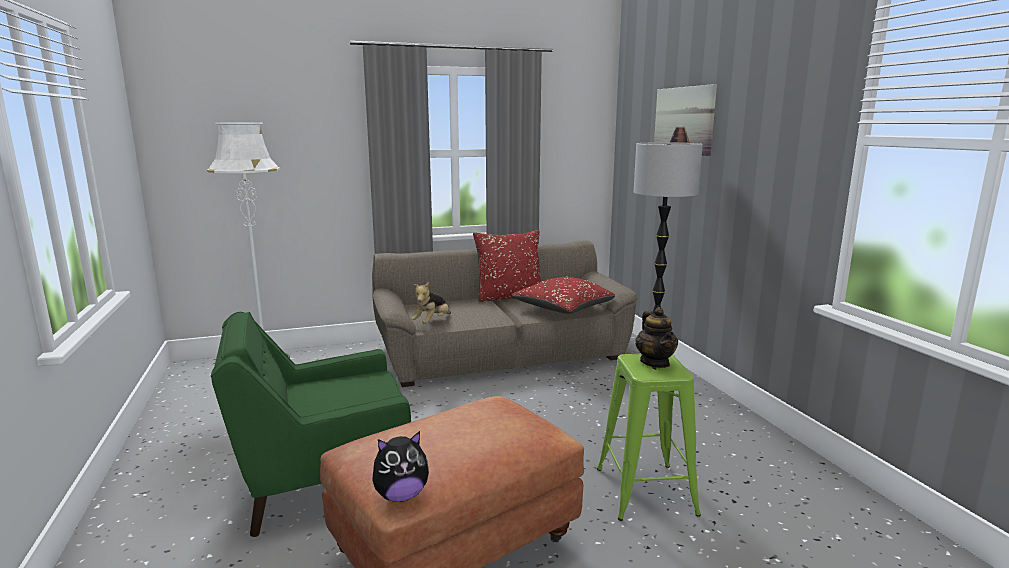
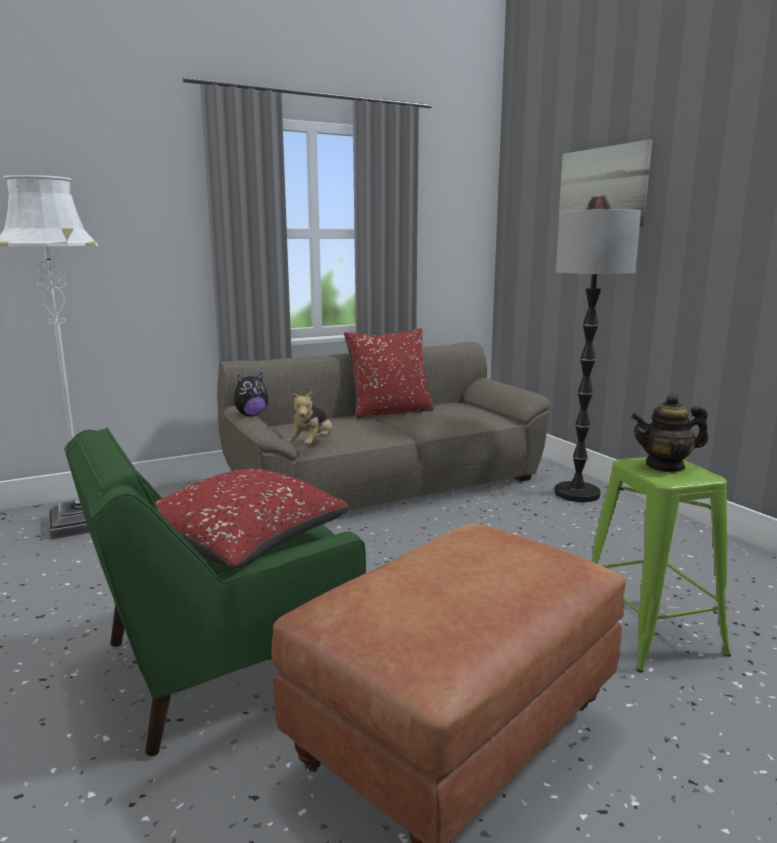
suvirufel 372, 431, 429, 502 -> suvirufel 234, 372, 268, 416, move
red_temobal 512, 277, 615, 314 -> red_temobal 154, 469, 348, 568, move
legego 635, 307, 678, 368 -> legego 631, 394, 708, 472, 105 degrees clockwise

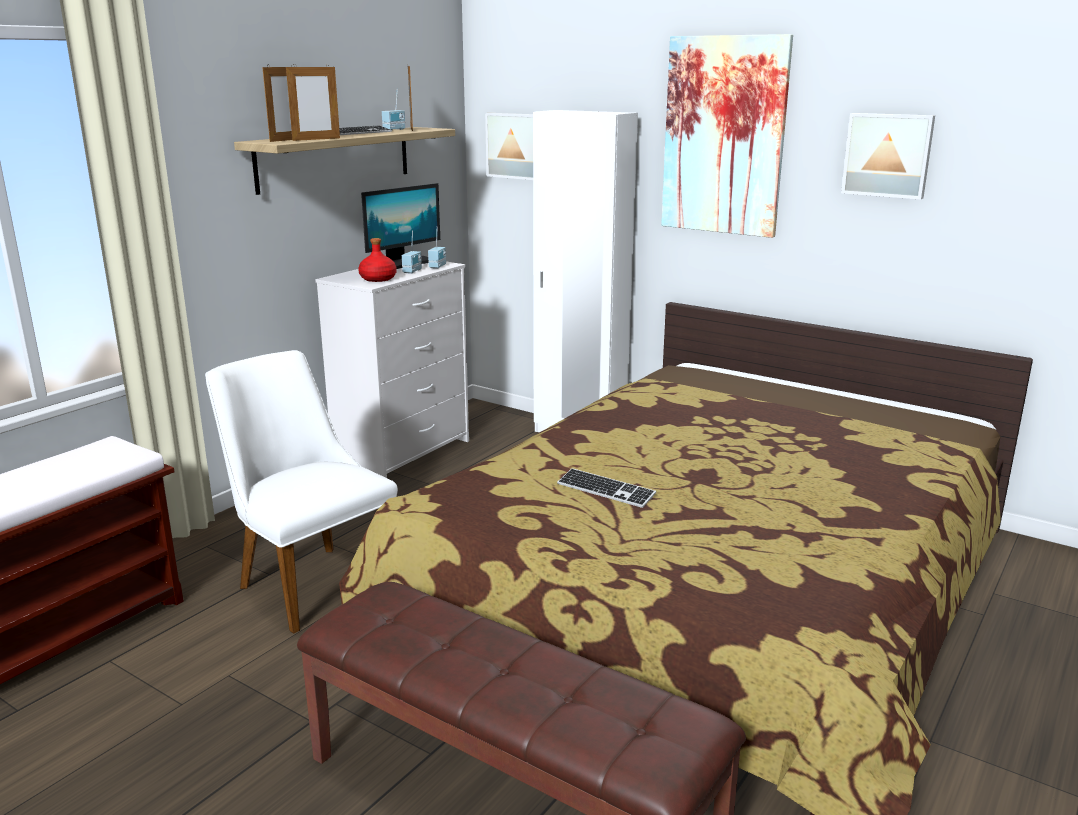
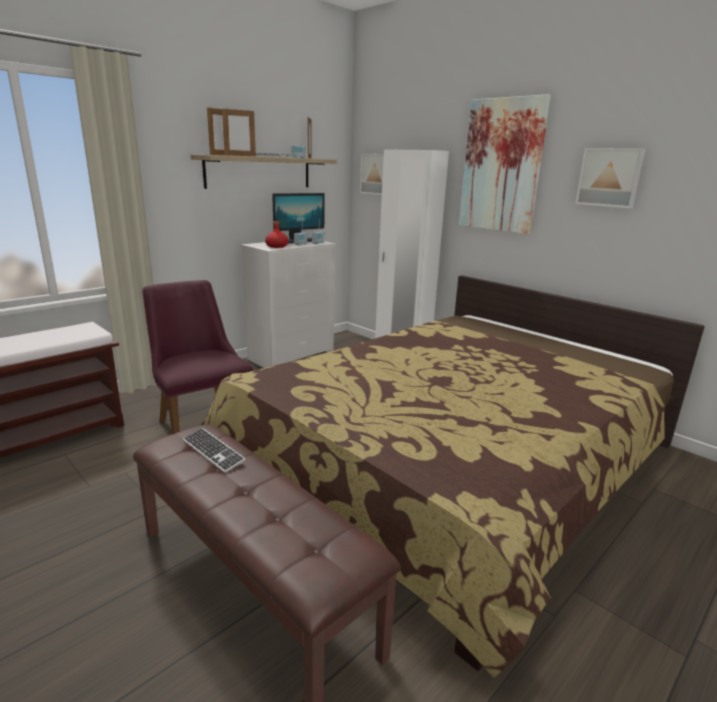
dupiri 557, 468, 656, 508 -> dupiri 183, 428, 246, 473, move
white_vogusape 205, 350, 398, 634 -> purple_vogusape 142, 280, 253, 434

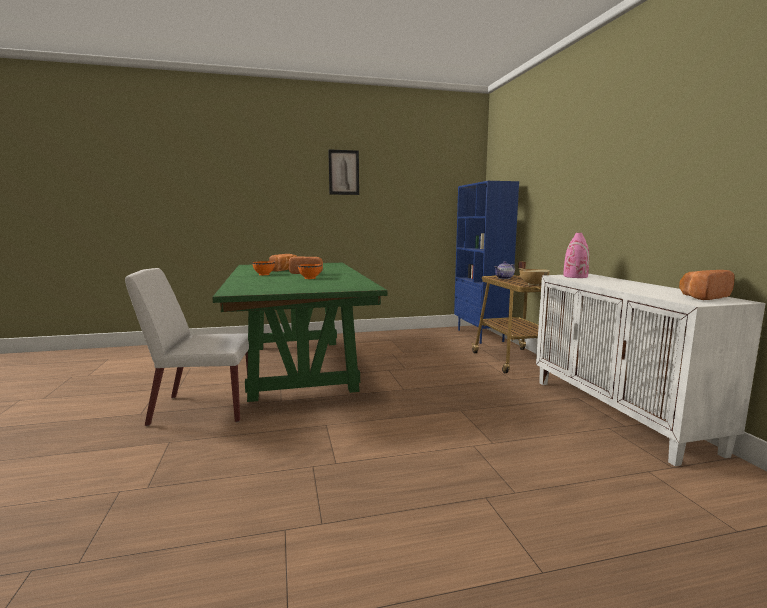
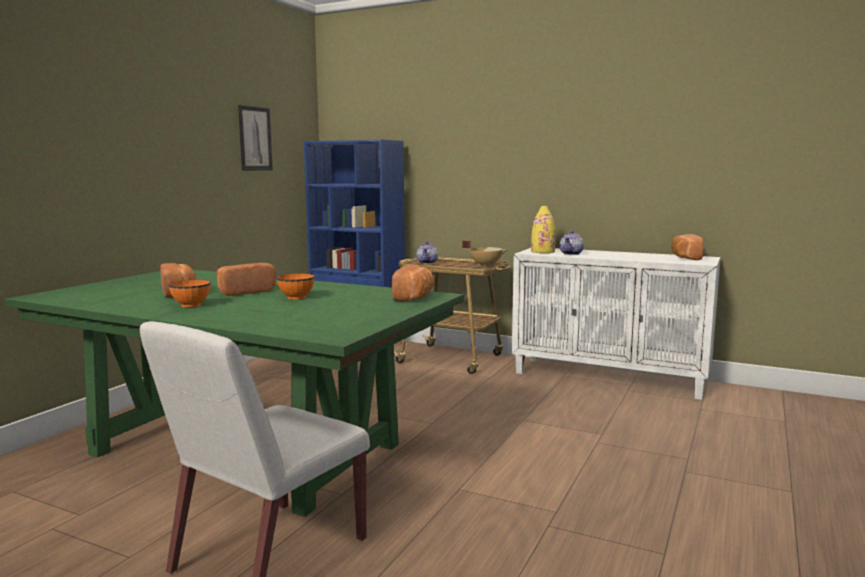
none -> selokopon 392, 265, 434, 301
none -> legego 560, 231, 584, 255
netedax 328, 149, 359, 195 -> netedax 238, 105, 273, 171, move
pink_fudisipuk 563, 233, 589, 278 -> yellow_fudisipuk 531, 206, 555, 253

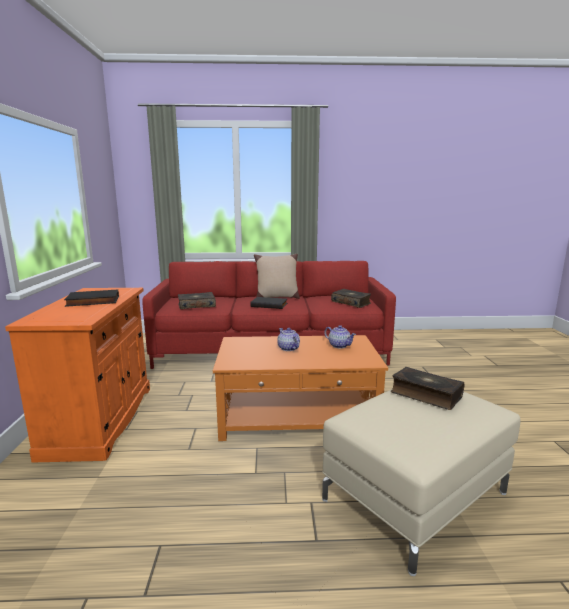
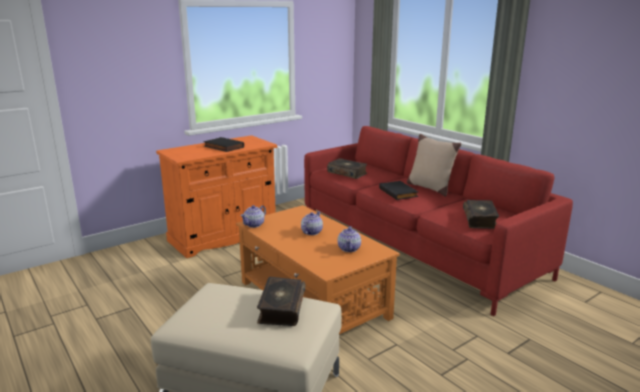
none -> legego 240, 205, 266, 228

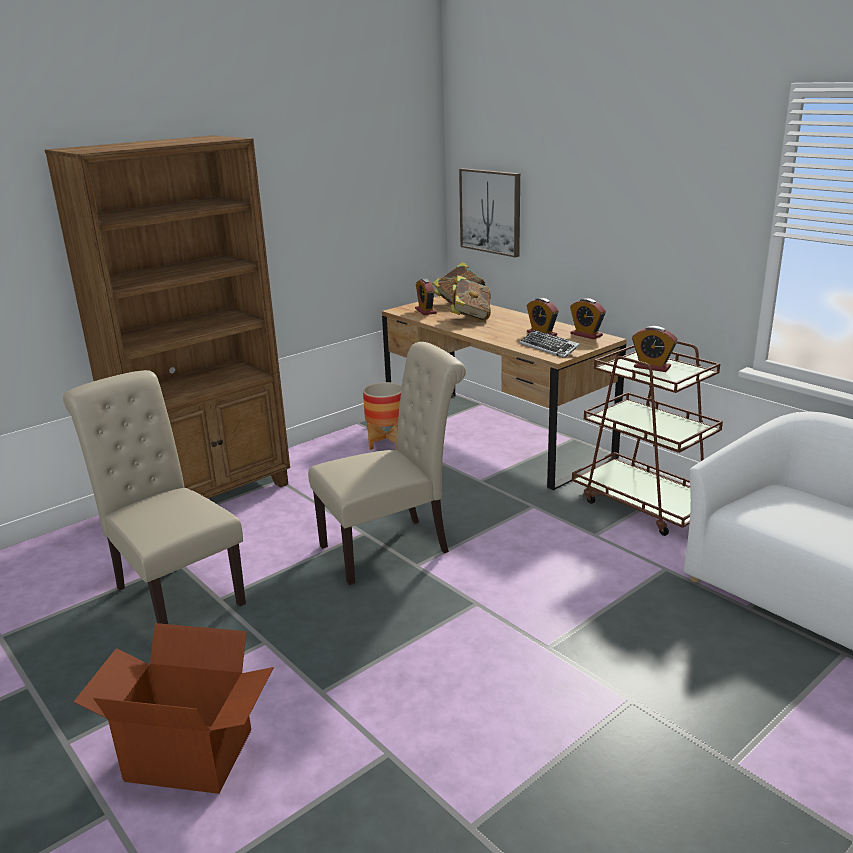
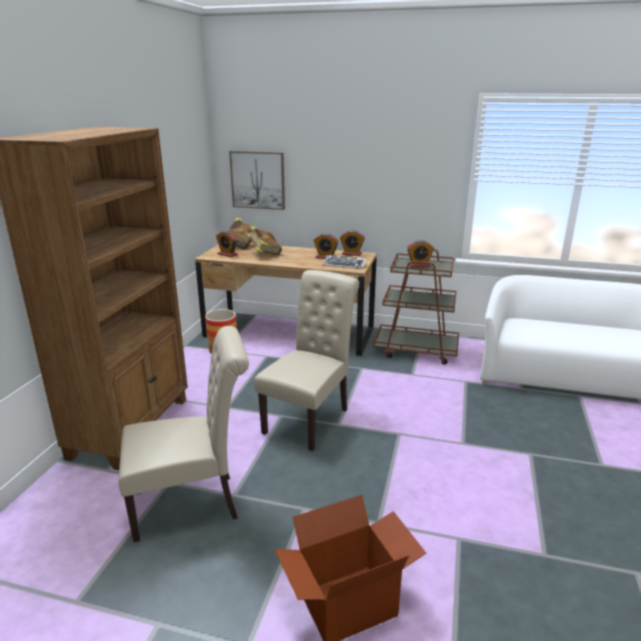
beige_vogusape 63, 370, 246, 624 -> beige_vogusape 119, 326, 249, 542, 150 degrees clockwise

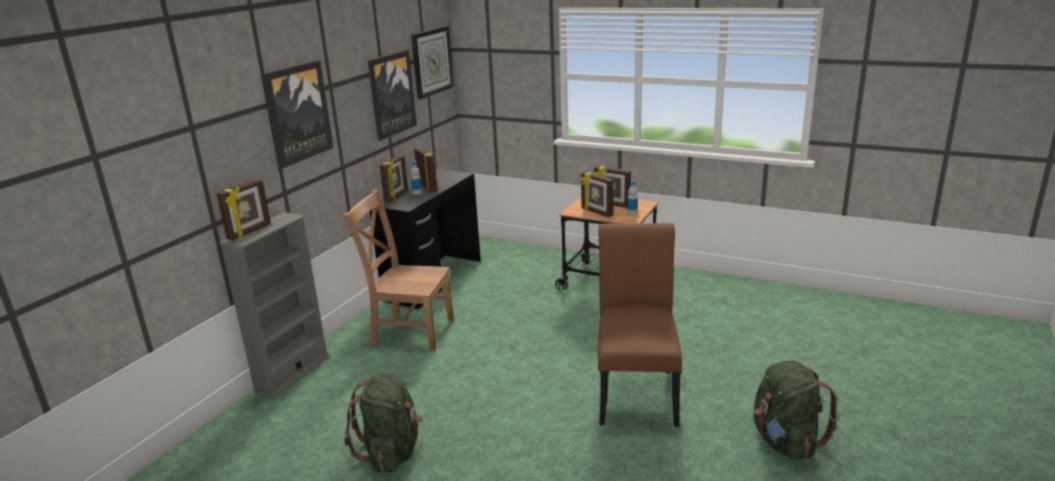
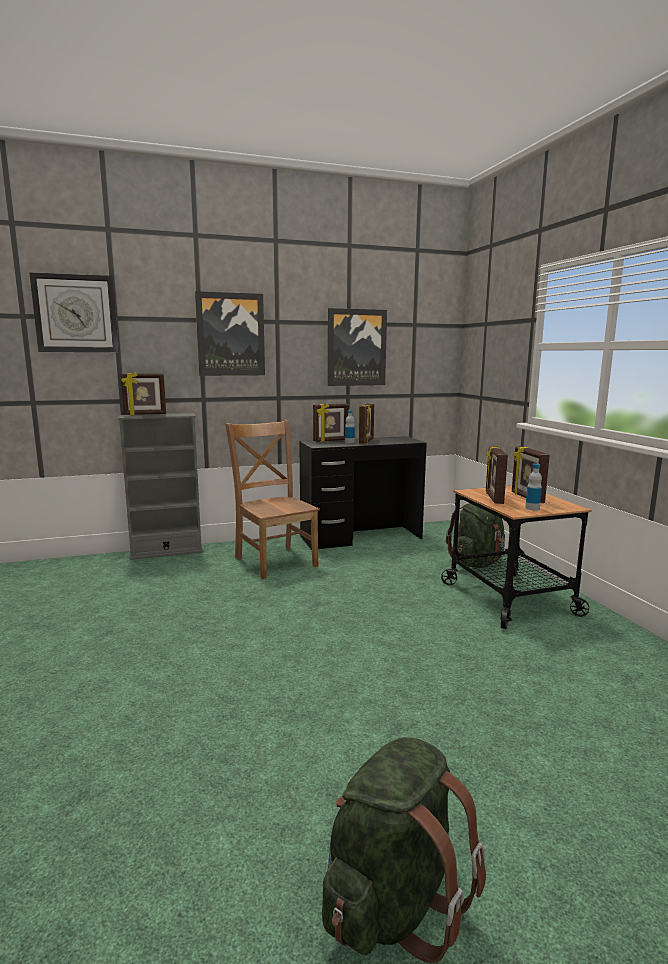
brown_vogusape 598, 223, 682, 427 -> none
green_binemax 344, 374, 423, 473 -> green_binemax 446, 503, 505, 568, move
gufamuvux 411, 26, 454, 99 -> gufamuvux 29, 272, 119, 352, move

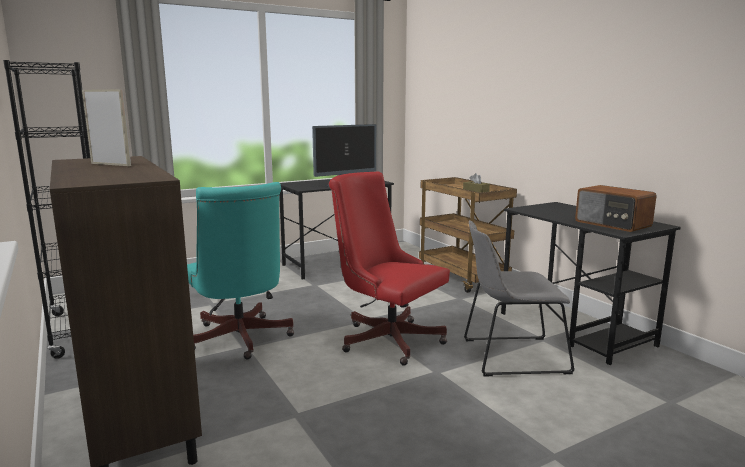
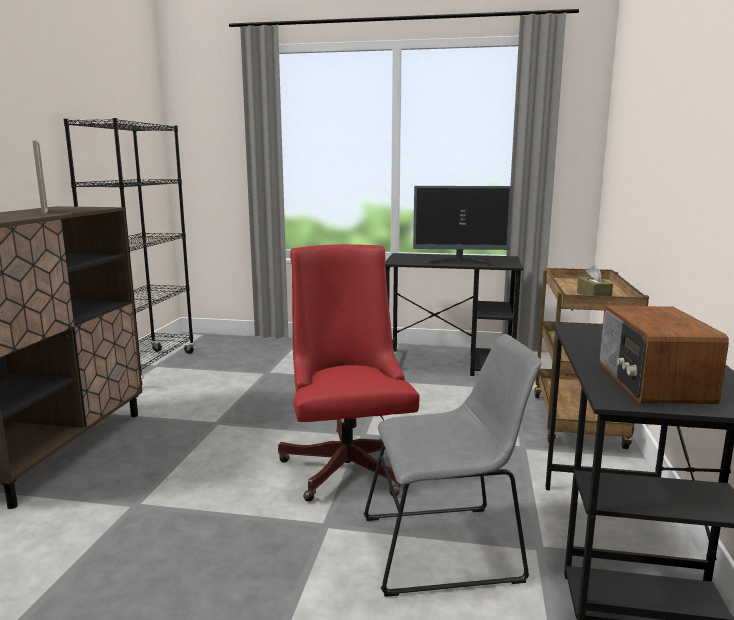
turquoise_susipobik 187, 182, 294, 360 -> none
grey_vogusape 464, 220, 575, 377 -> grey_vogusape 364, 334, 542, 597, 135 degrees clockwise

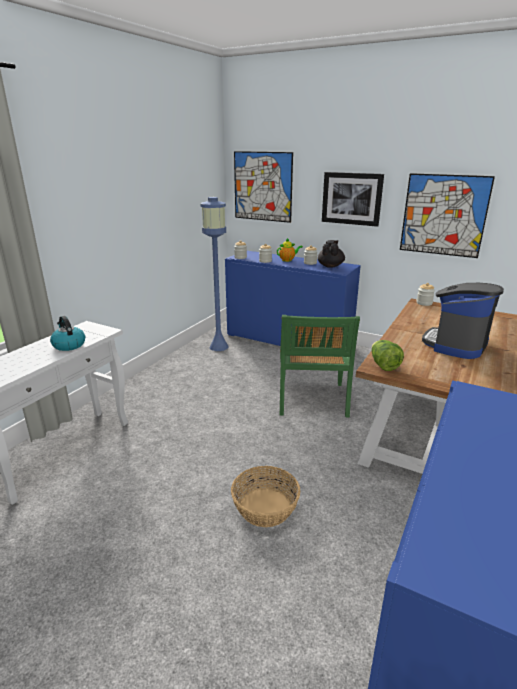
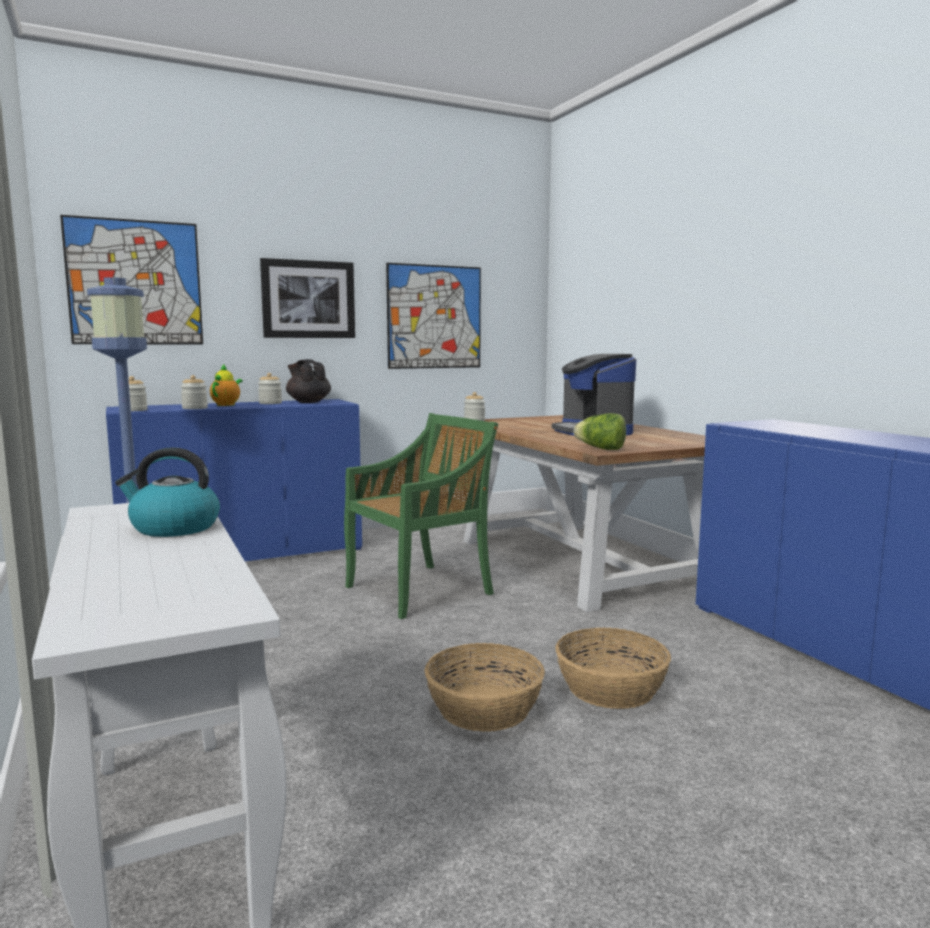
none -> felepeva 424, 643, 545, 732
green_vogusape 280, 315, 360, 417 -> green_vogusape 344, 413, 498, 619, 75 degrees counterclockwise

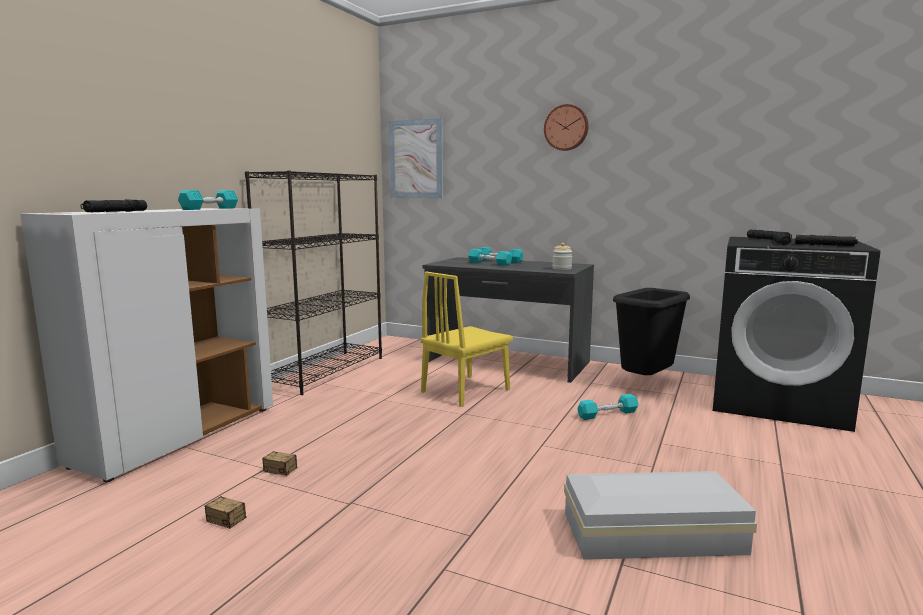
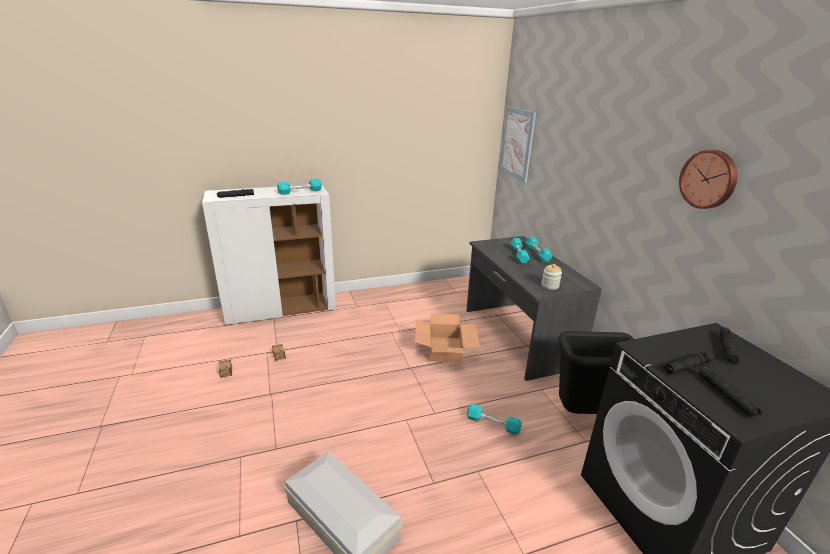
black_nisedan 245, 170, 382, 395 -> none
gufamuvux 544, 104, 588, 151 -> gufamuvux 679, 150, 737, 209, move
yellow_vogusape 421, 272, 513, 407 -> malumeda 415, 314, 480, 362

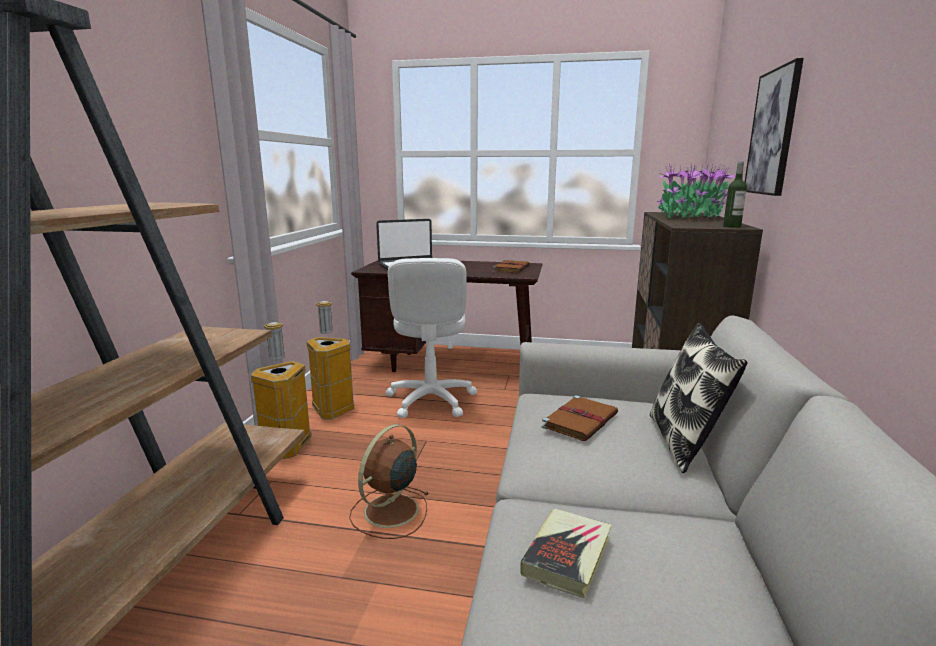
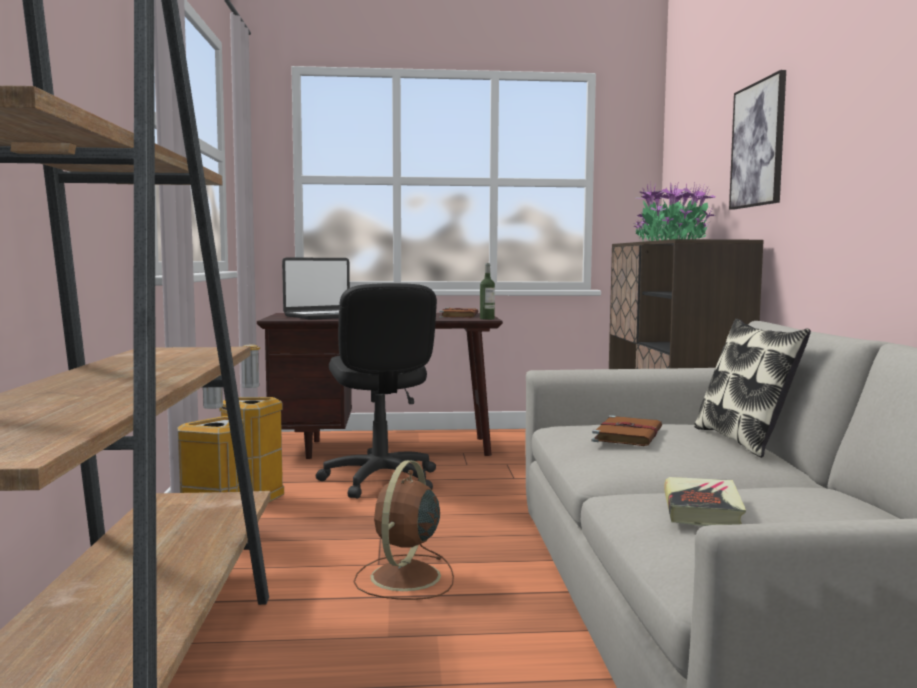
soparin 723, 162, 747, 228 -> soparin 480, 263, 495, 319, move
white_susipobik 385, 258, 477, 418 -> black_susipobik 316, 283, 437, 499

